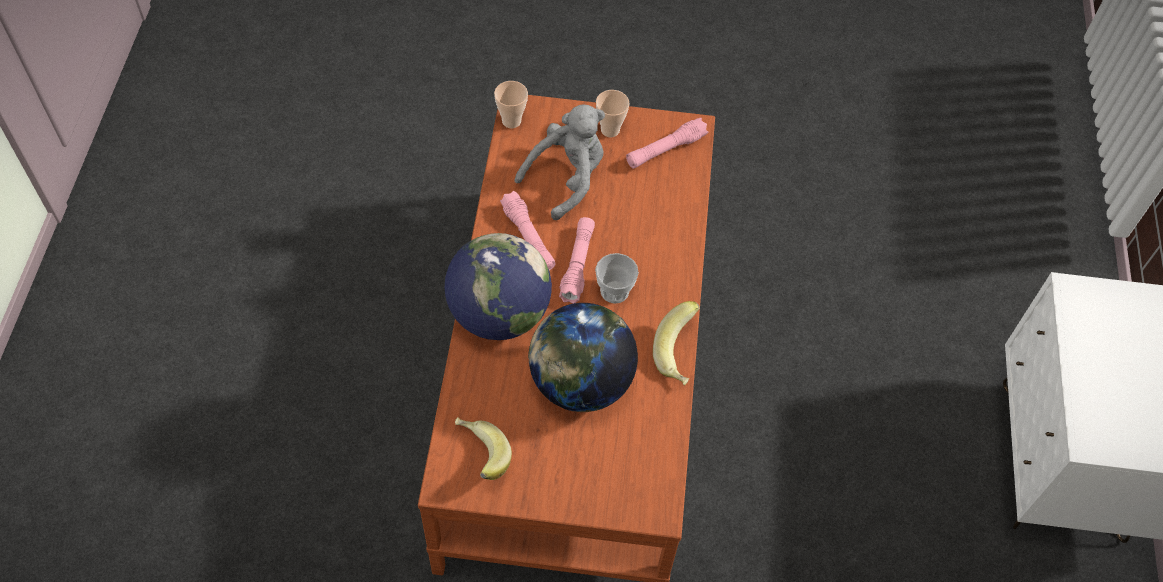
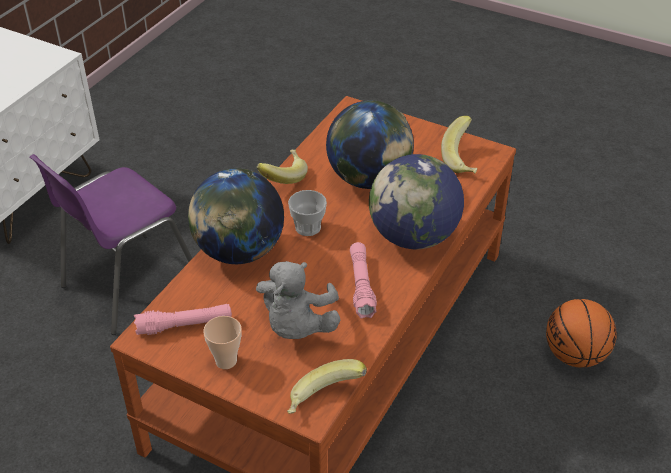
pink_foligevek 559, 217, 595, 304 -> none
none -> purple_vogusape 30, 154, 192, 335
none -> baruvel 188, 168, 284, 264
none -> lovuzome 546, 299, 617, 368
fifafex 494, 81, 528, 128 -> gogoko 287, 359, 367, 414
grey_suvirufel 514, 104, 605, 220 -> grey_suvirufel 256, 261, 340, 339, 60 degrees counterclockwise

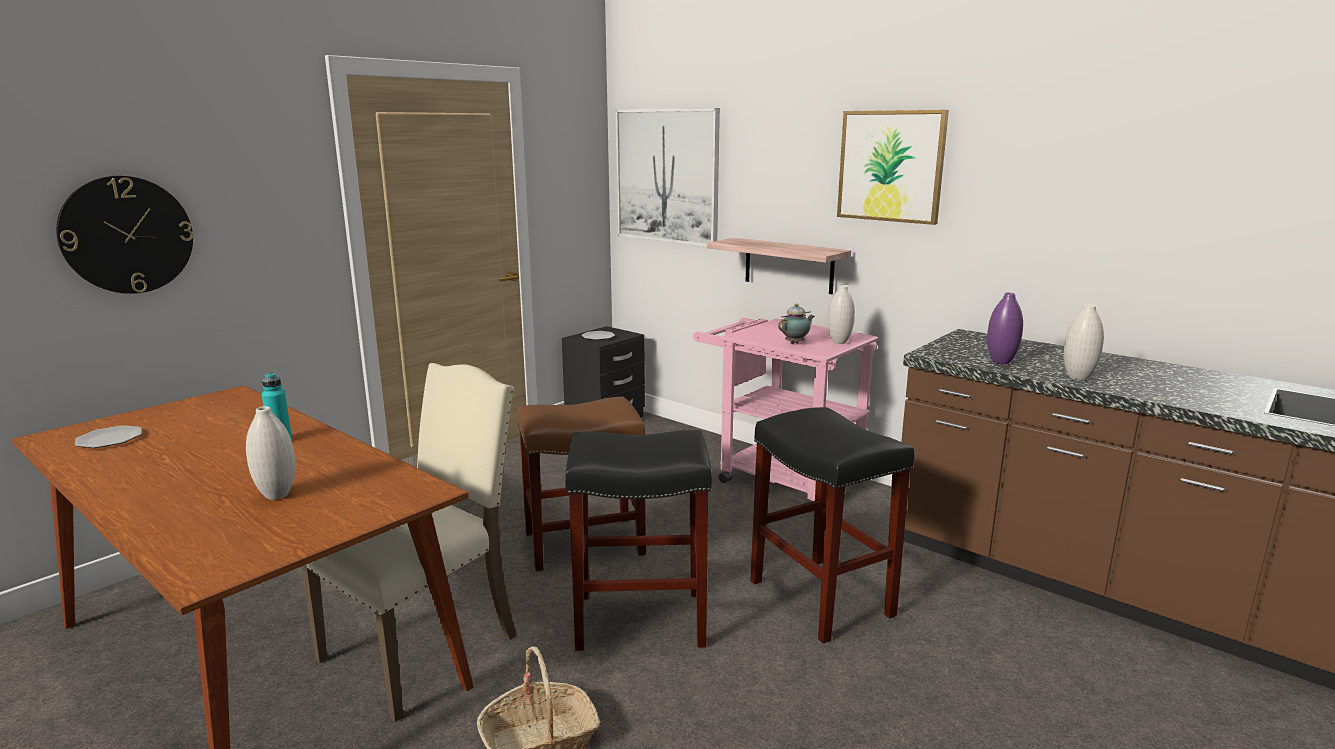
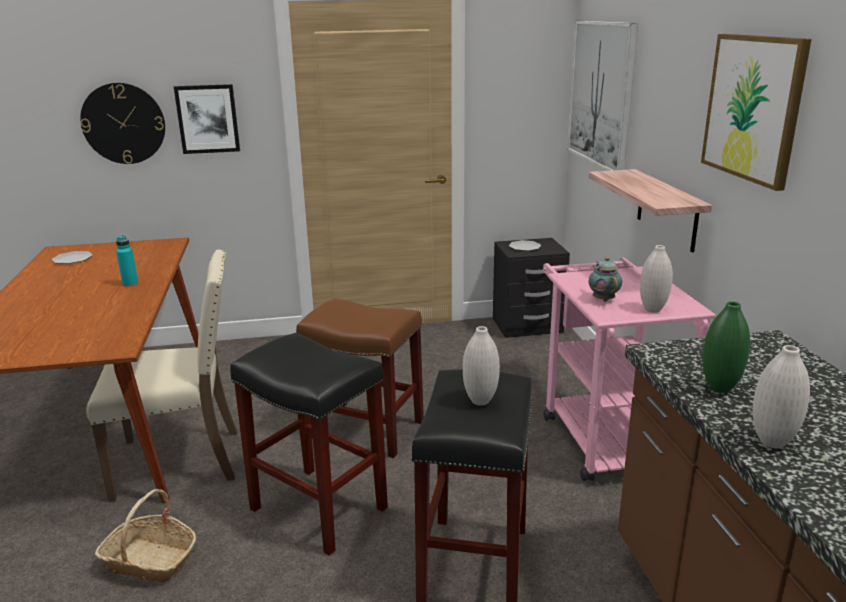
none -> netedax 174, 84, 240, 154
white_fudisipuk 246, 406, 295, 500 -> white_fudisipuk 463, 326, 500, 406, move
purple_fudisipuk 987, 293, 1023, 364 -> green_fudisipuk 702, 301, 750, 393
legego 778, 303, 815, 344 -> legego 589, 257, 622, 302, 105 degrees counterclockwise

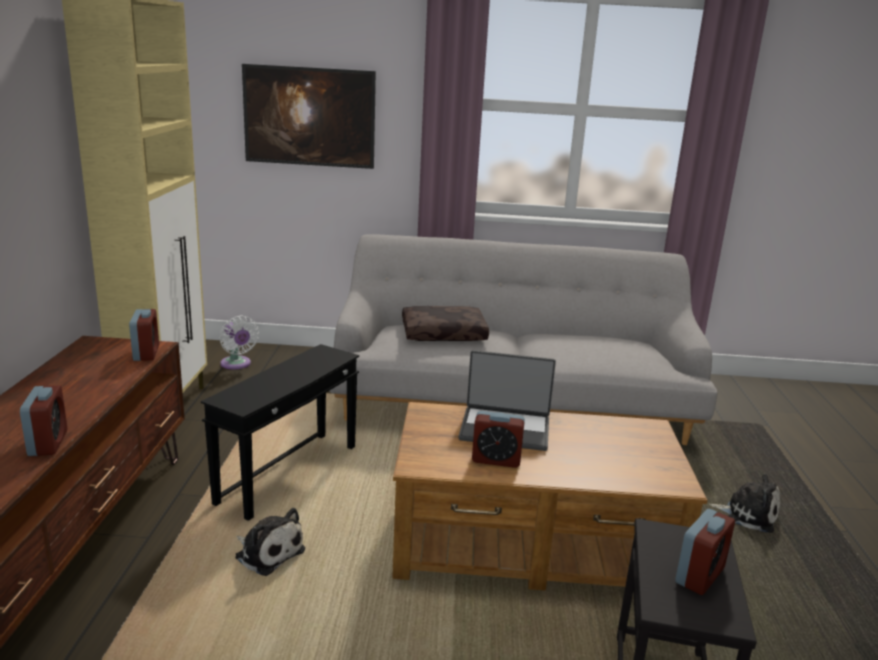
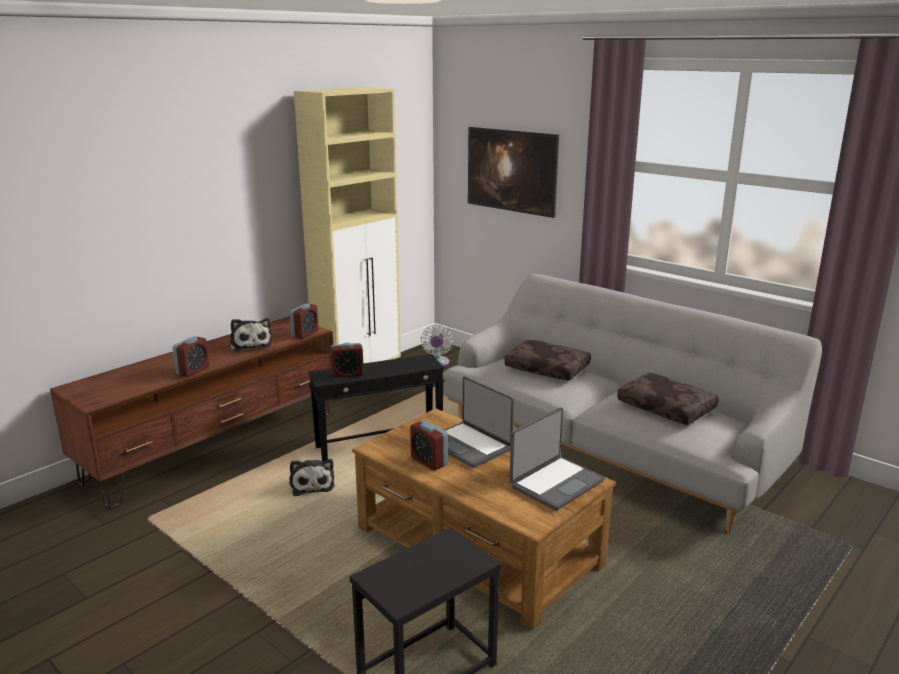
none -> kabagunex 509, 407, 605, 511
none -> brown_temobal 617, 373, 719, 425
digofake 675, 509, 735, 595 -> digofake 331, 343, 364, 378, move
suvirufel 709, 474, 780, 533 -> suvirufel 230, 318, 272, 352, move

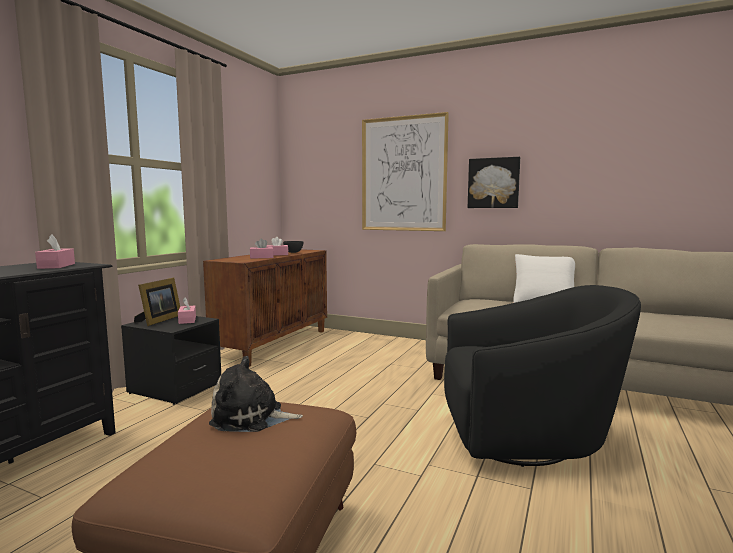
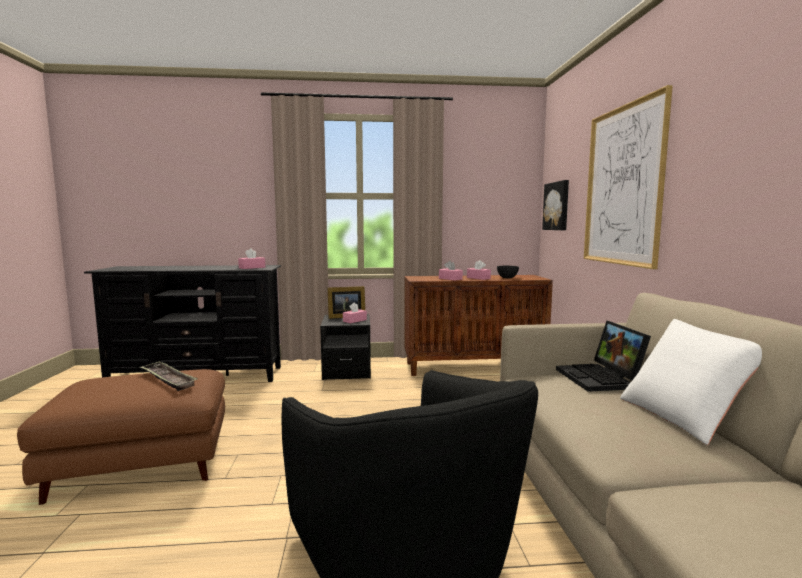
none -> kabagunex 556, 321, 651, 392
netedax 468, 157, 520, 208 -> netedax 542, 180, 569, 230, move
suvirufel 209, 356, 303, 432 -> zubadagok 140, 361, 198, 391

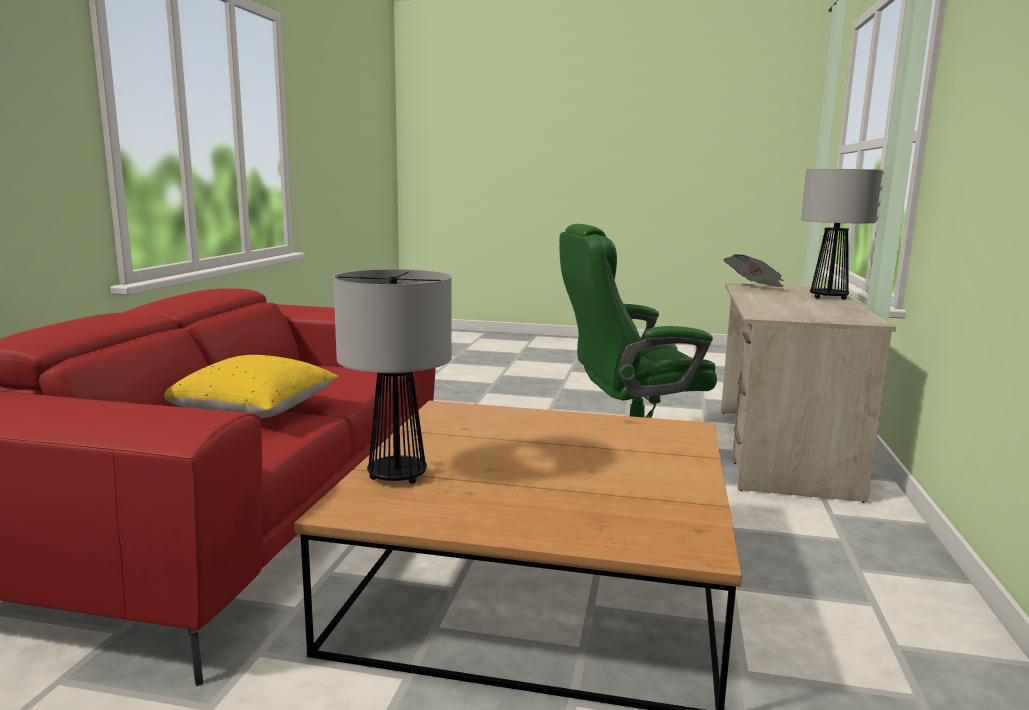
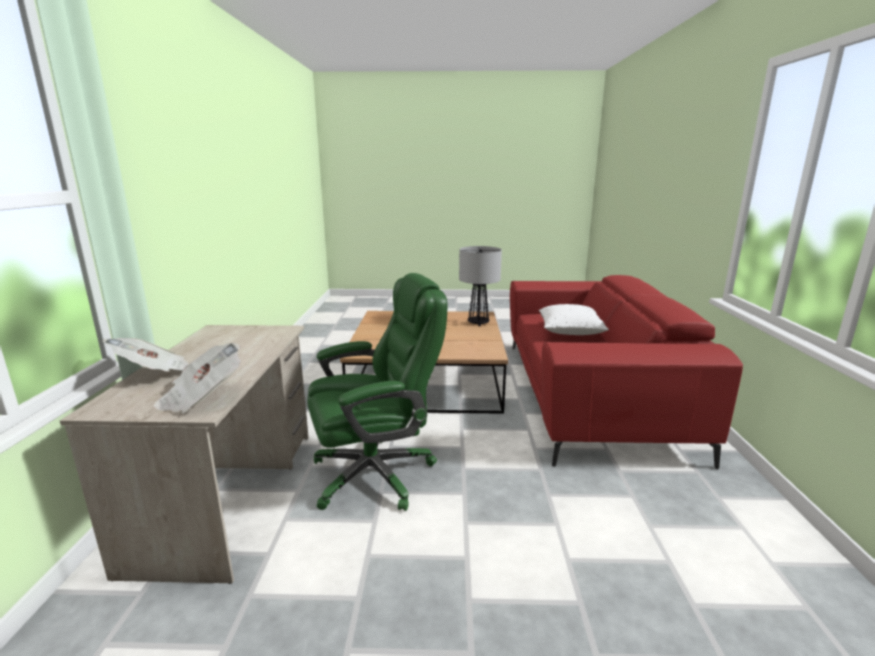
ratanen 801, 169, 883, 300 -> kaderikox 103, 338, 188, 372
yellow_temobal 164, 355, 339, 418 -> white_temobal 539, 304, 609, 335

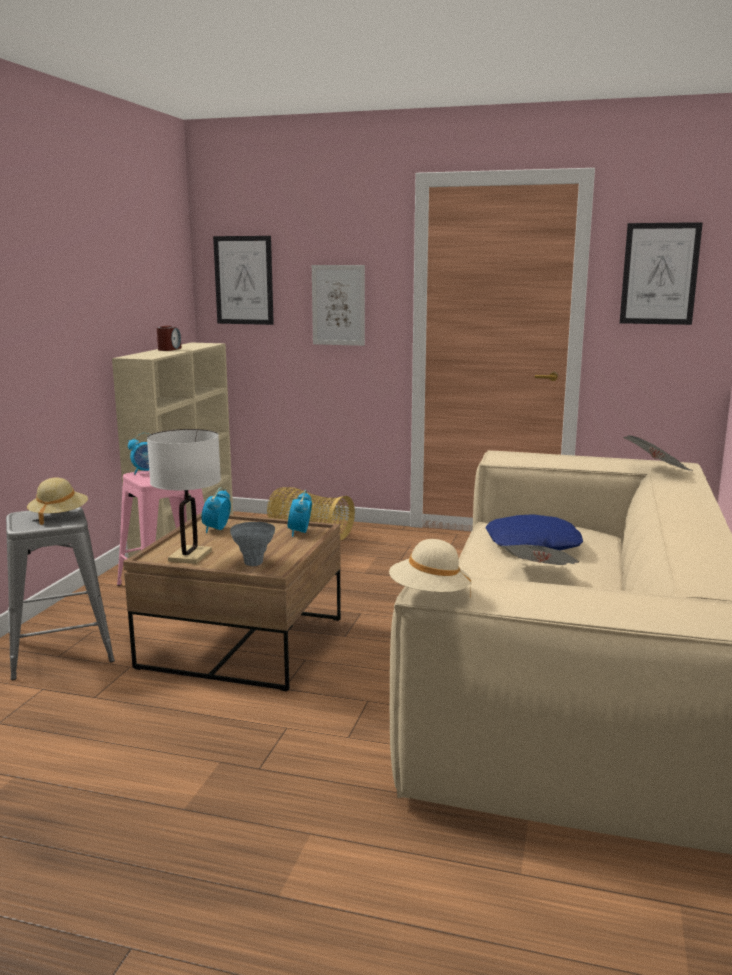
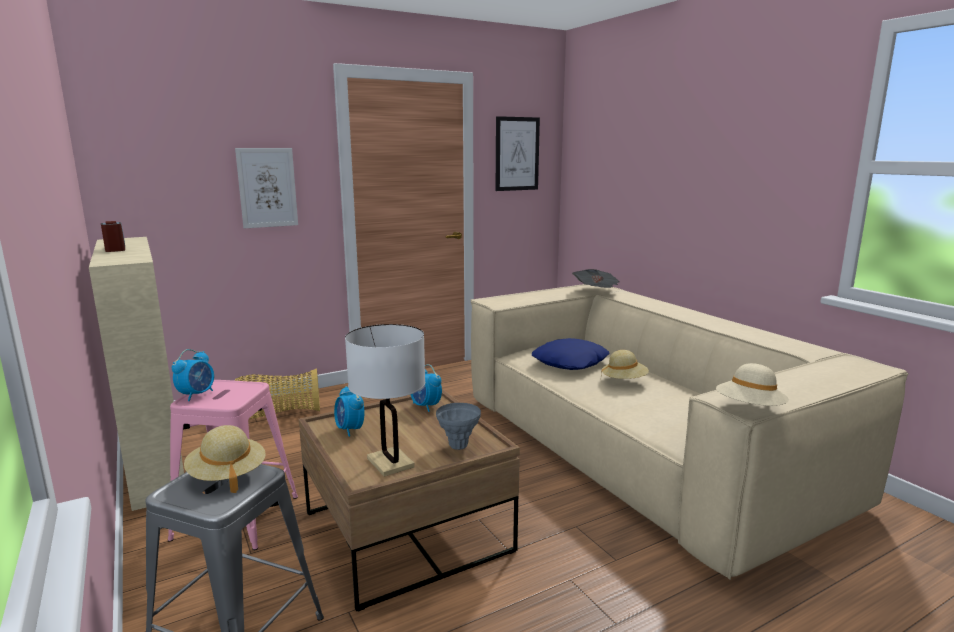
netedax 213, 236, 274, 325 -> none
kaderikox 501, 545, 579, 565 -> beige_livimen 601, 350, 649, 379

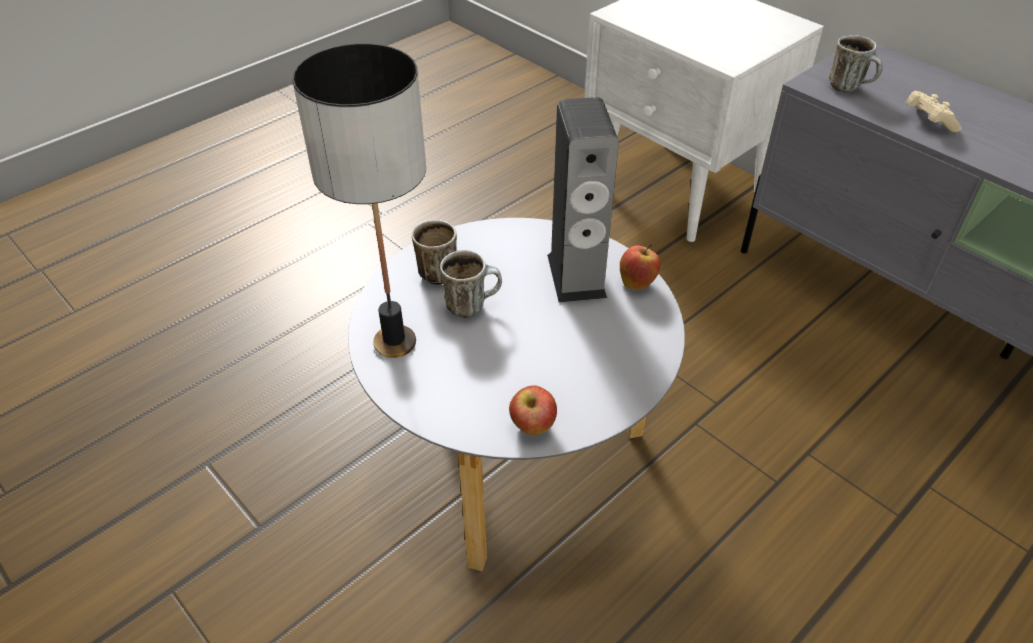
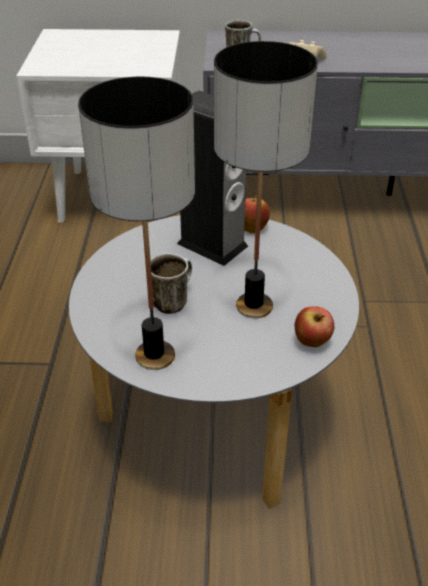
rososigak 412, 220, 457, 285 -> none
none -> ratanen 214, 41, 318, 318

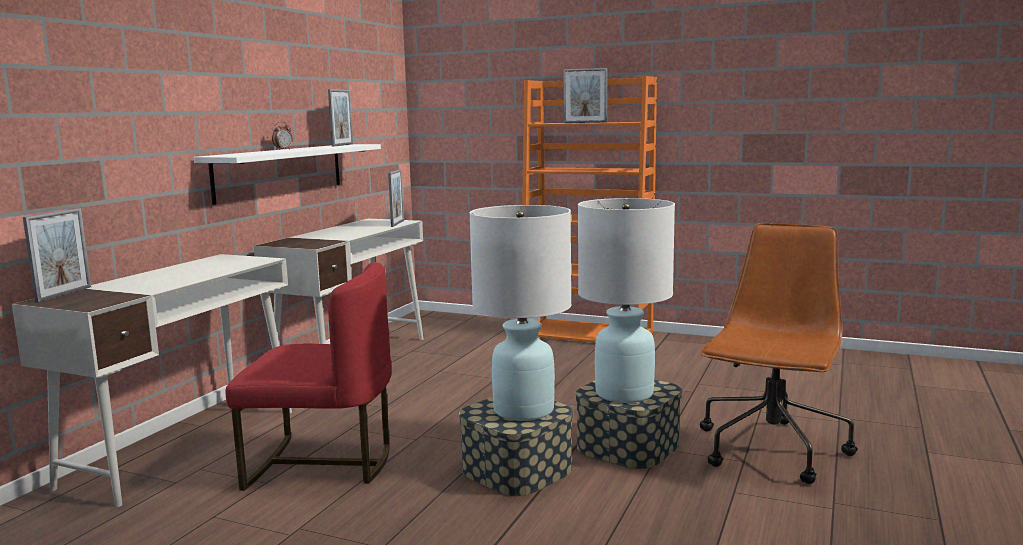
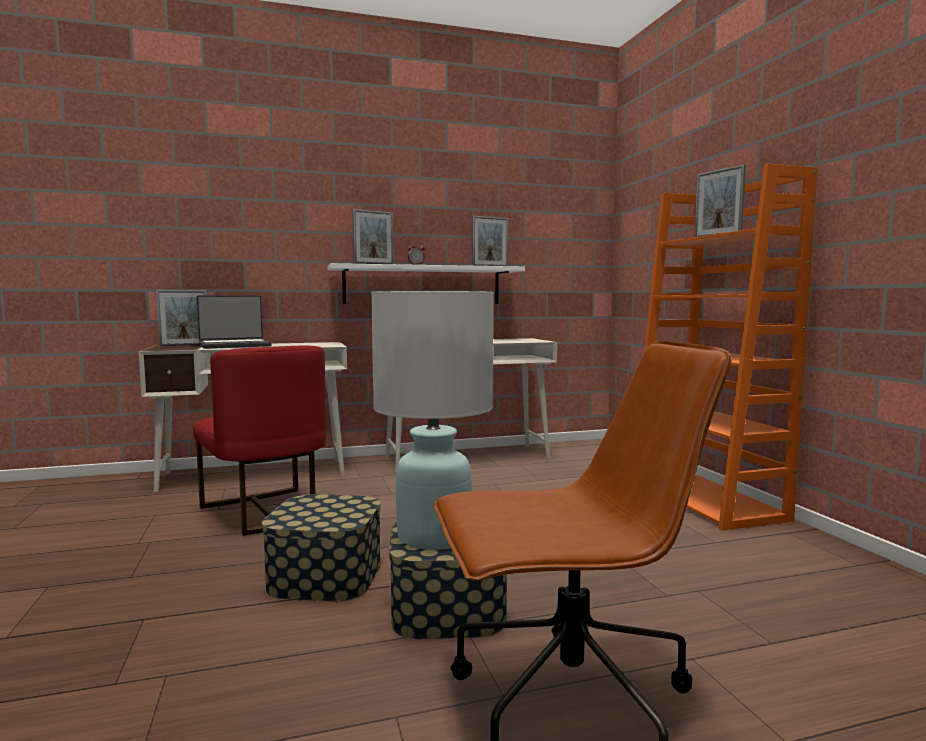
white_ratanen 469, 205, 571, 421 -> none
none -> kabagunex 196, 295, 272, 349
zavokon 388, 169, 404, 227 -> zavokon 352, 209, 394, 264, move

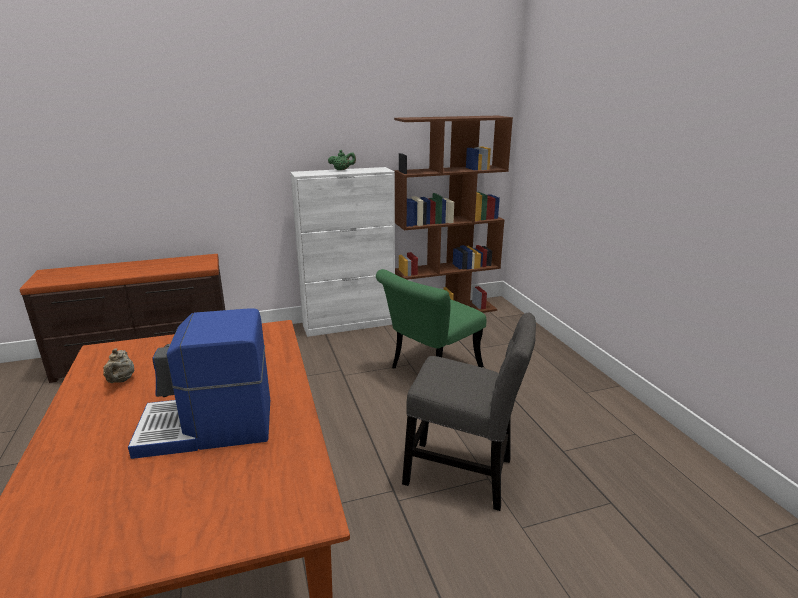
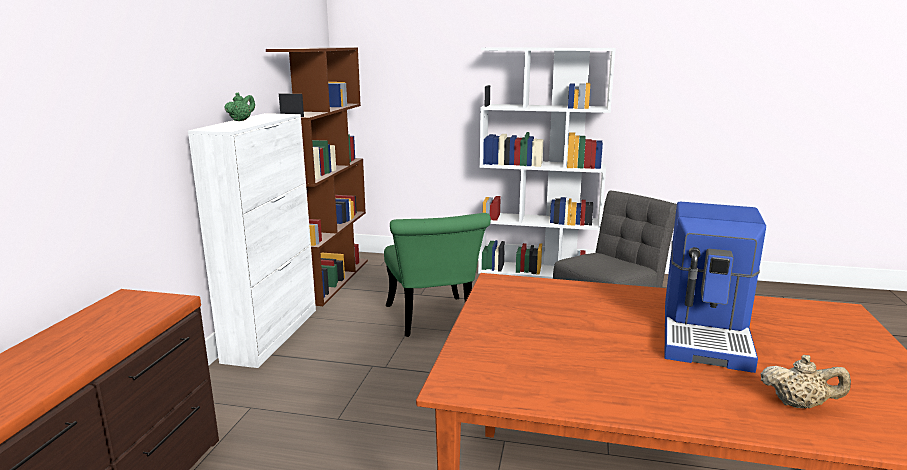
none -> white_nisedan 478, 48, 616, 279
beige_legego 103, 348, 134, 383 -> beige_legego 761, 355, 851, 408, move

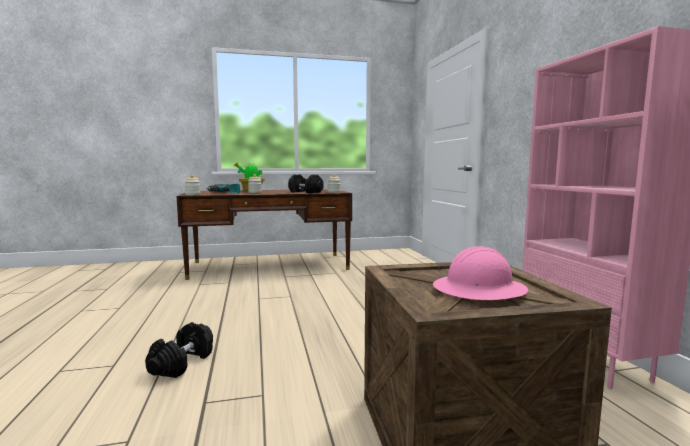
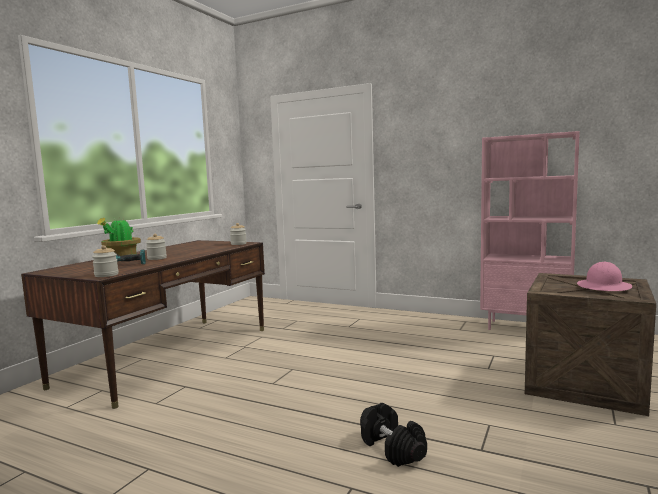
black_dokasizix 288, 174, 324, 193 -> none

